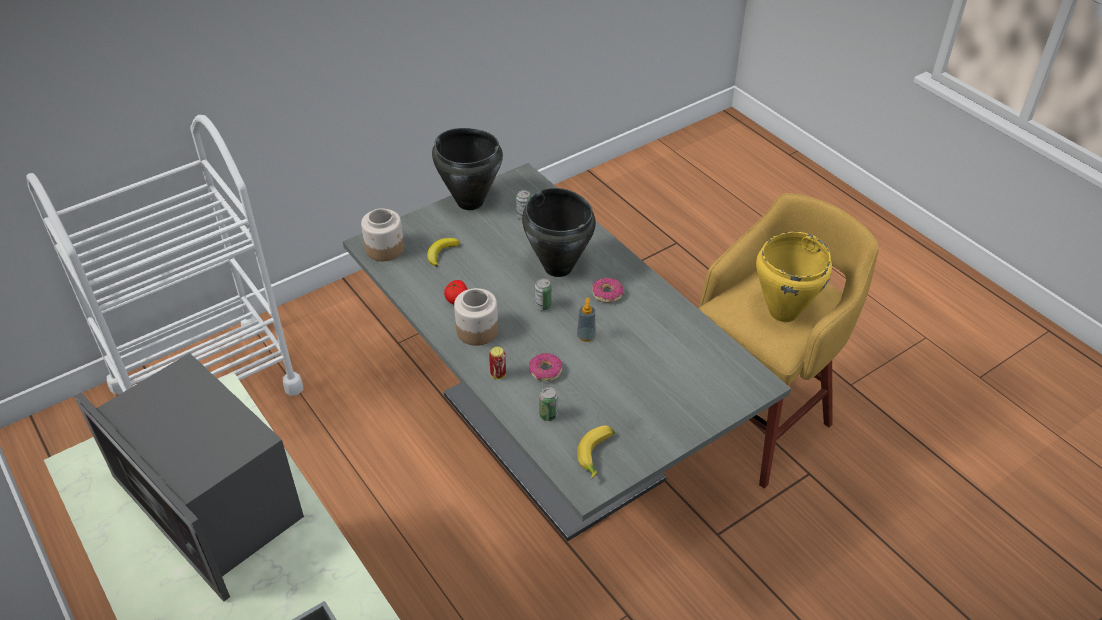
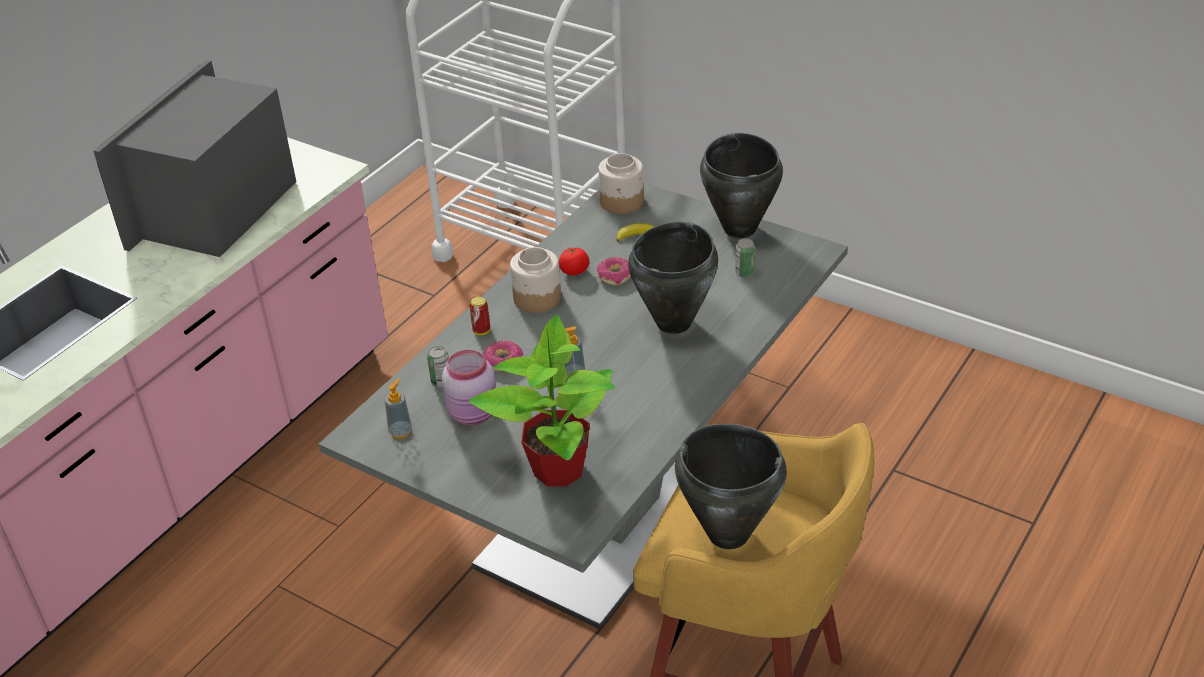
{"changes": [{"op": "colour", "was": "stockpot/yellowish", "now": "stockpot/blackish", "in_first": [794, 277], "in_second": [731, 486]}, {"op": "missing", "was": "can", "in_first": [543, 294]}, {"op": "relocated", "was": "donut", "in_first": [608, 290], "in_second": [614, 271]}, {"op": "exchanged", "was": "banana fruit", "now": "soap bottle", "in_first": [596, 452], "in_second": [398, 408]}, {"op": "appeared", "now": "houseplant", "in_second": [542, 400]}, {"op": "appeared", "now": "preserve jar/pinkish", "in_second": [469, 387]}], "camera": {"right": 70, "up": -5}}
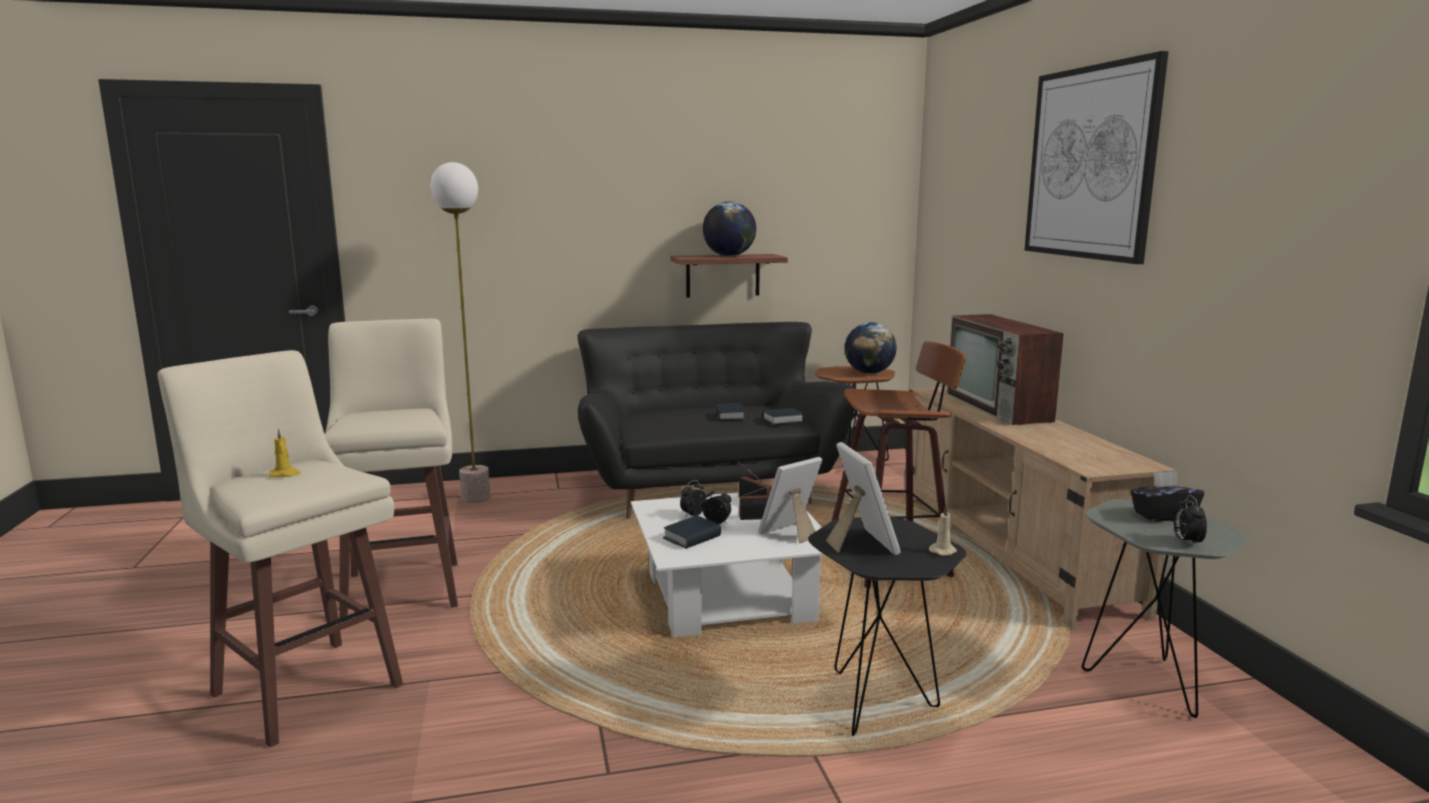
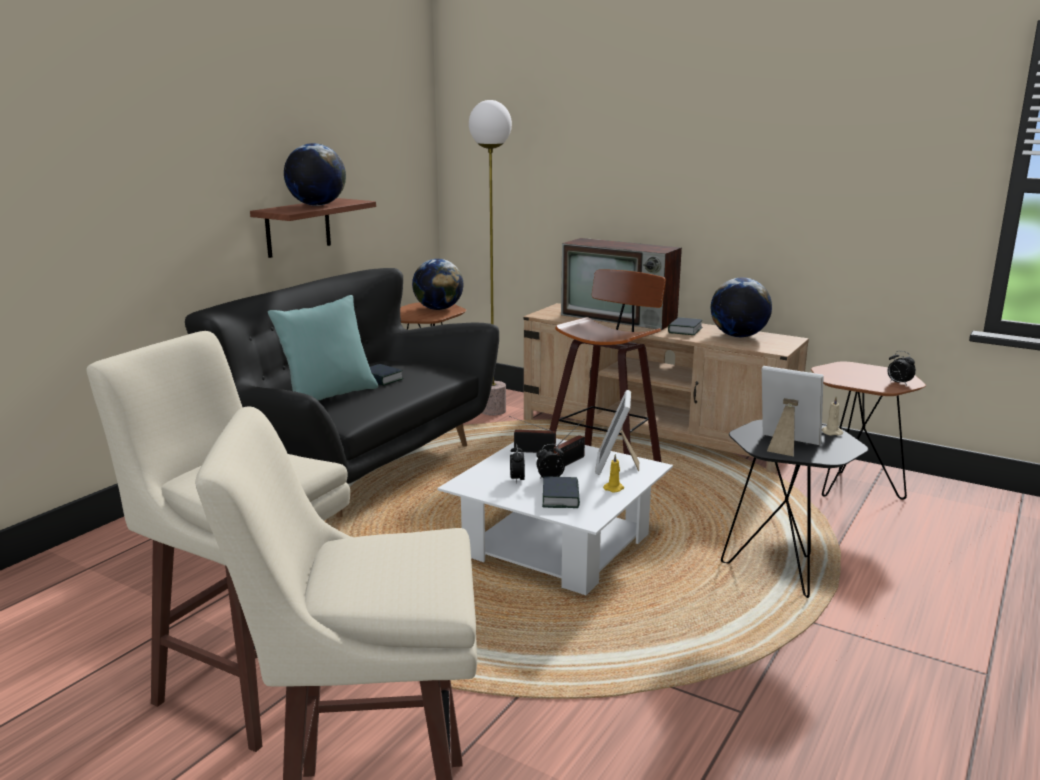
{"changes": [{"op": "missing", "was": "picture", "in_first": [1097, 157]}, {"op": "relocated", "was": "standing lamp", "in_first": [460, 332], "in_second": [490, 258]}, {"op": "relocated", "was": "bound book", "in_first": [783, 416], "in_second": [685, 326]}, {"op": "relocated", "was": "candle/yellowish", "in_first": [285, 452], "in_second": [613, 473]}, {"op": "missing", "was": "tissue holder/blackish", "in_first": [1167, 496]}, {"op": "colour", "was": "side table/greyish", "now": "side table/brownish", "in_first": [1165, 608], "in_second": [868, 431]}, {"op": "appeared", "now": "globe", "in_second": [741, 307]}, {"op": "appeared", "now": "throw pillow/turquoise", "in_second": [323, 347]}], "camera": {"right": -45, "up": 5}}
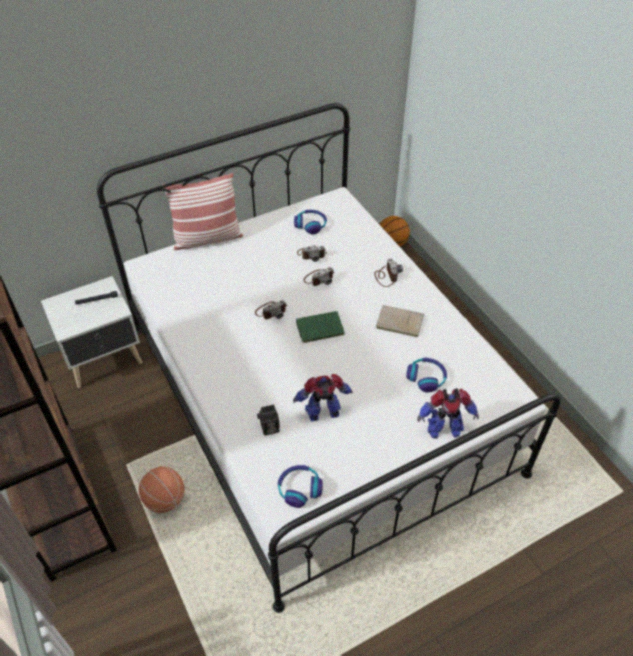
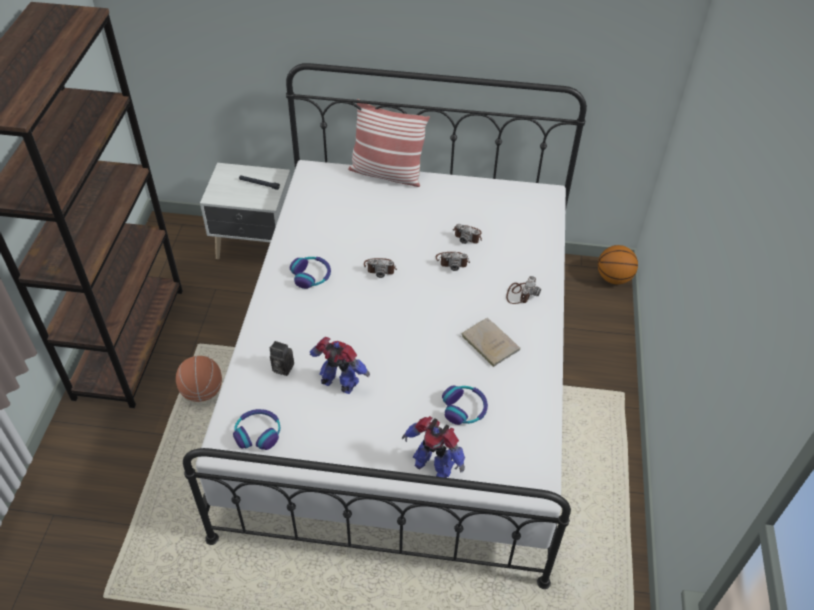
{"changes": [{"op": "relocated", "was": "headset", "in_first": [310, 222], "in_second": [310, 273]}, {"op": "missing", "was": "bound book/green-coloured", "in_first": [320, 327]}], "camera": {"right": 35, "up": 0}}
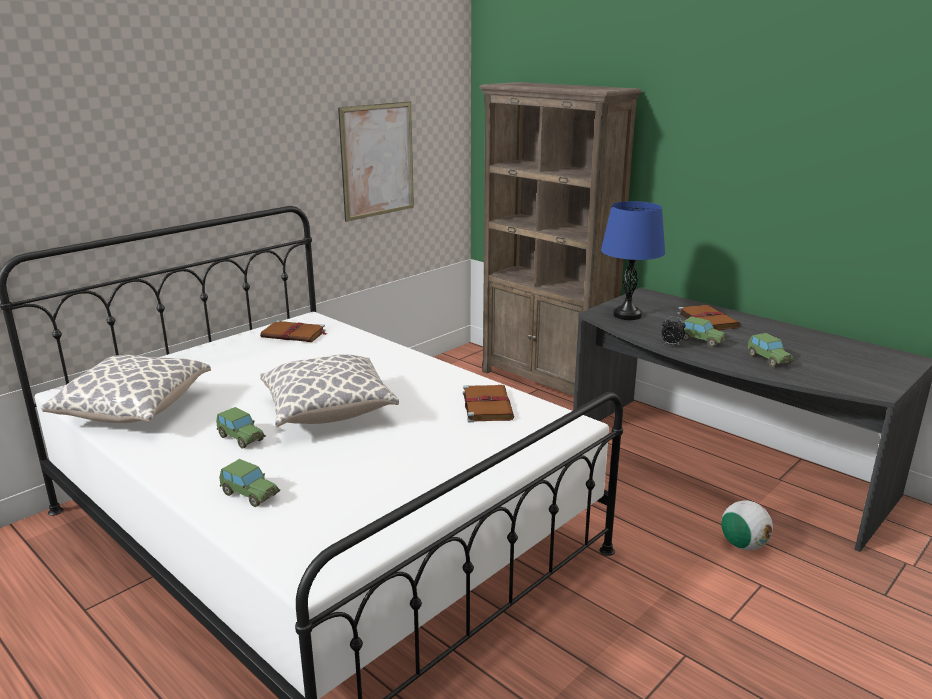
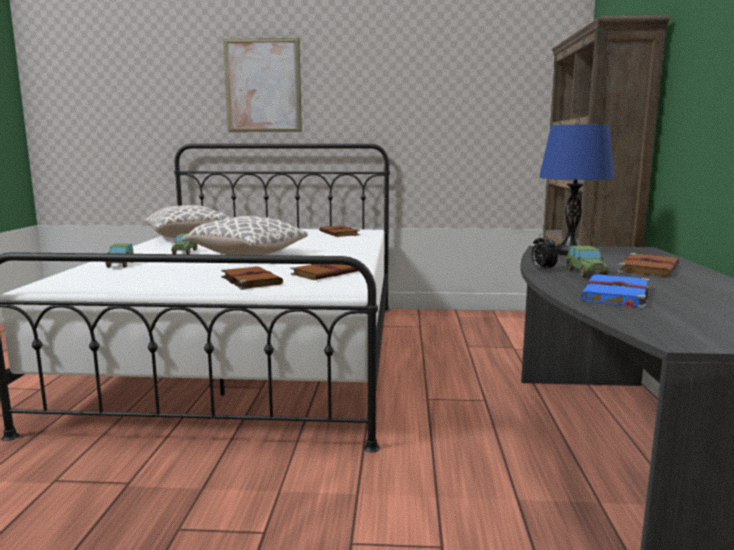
{"changes": [{"op": "relocated", "was": "picture", "in_first": [376, 162], "in_second": [262, 85]}, {"op": "exchanged", "was": "model car", "now": "bound book/blue-coloured", "in_first": [771, 350], "in_second": [614, 291]}, {"op": "missing", "was": "football ball", "in_first": [747, 525]}, {"op": "appeared", "now": "bound book/brownish", "in_second": [252, 278]}], "camera": {"right": 50, "up": -10}}
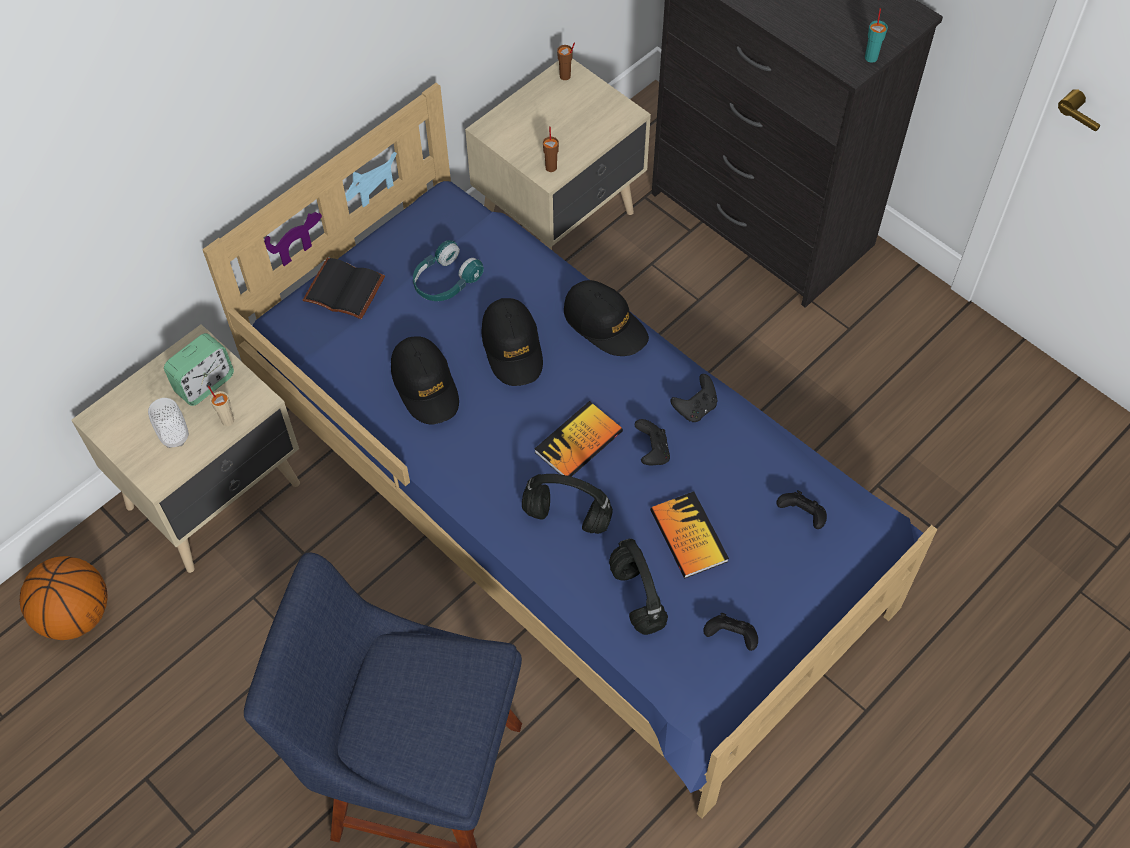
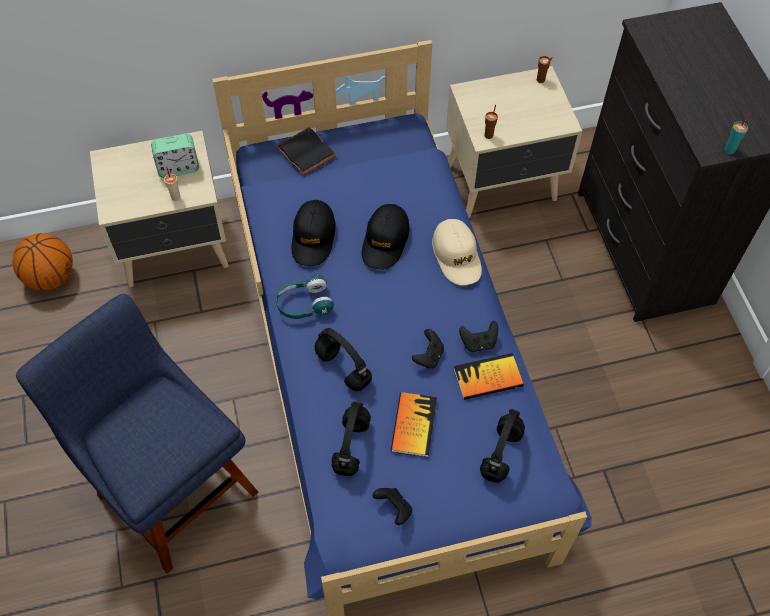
{"changes": [{"op": "relocated", "was": "headset/turquoise", "in_first": [448, 270], "in_second": [305, 297]}, {"op": "colour", "was": "cap/blackish", "now": "cap/beige-coloured", "in_first": [606, 318], "in_second": [457, 252]}, {"op": "missing", "was": "small cup", "in_first": [168, 423]}, {"op": "relocated", "was": "bound book", "in_first": [579, 439], "in_second": [489, 376]}, {"op": "exchanged", "was": "game controller/blackish", "now": "headset/blackish", "in_first": [801, 509], "in_second": [502, 446]}], "camera": {"right": 30, "up": 0}}
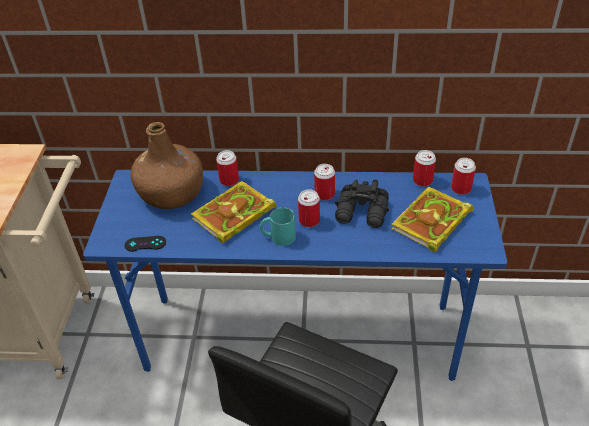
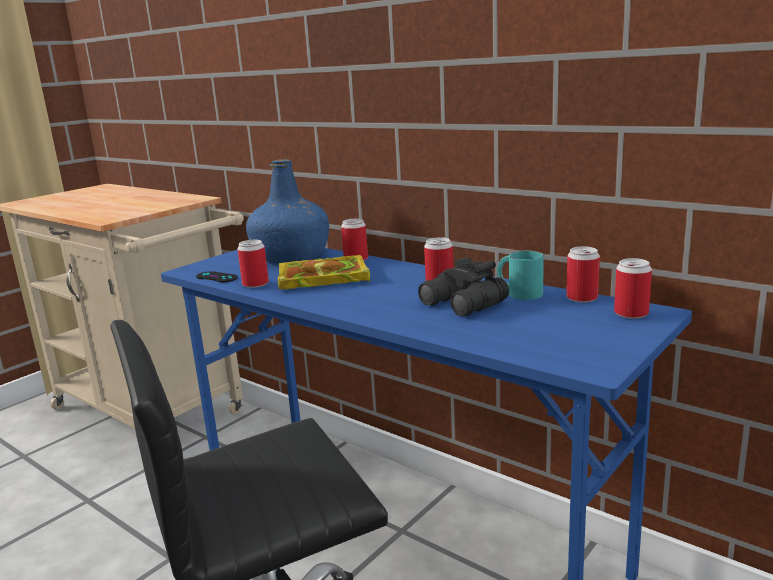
{"changes": [{"op": "colour", "was": "bottle/brownish", "now": "bottle/blue-coloured", "in_first": [166, 165], "in_second": [287, 211]}, {"op": "missing", "was": "bound book", "in_first": [432, 219]}, {"op": "relocated", "was": "can", "in_first": [309, 208], "in_second": [253, 264]}, {"op": "relocated", "was": "mug/turquoise", "in_first": [278, 226], "in_second": [520, 275]}], "camera": {"right": 35, "up": -25}}
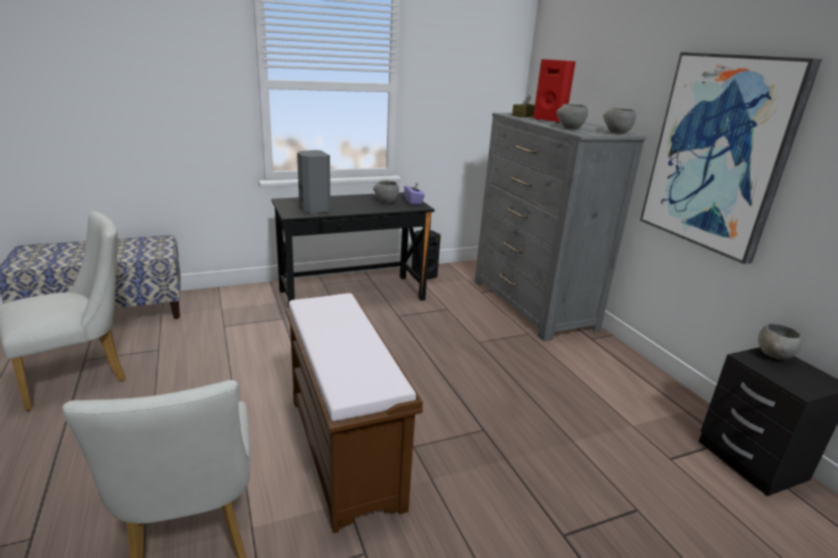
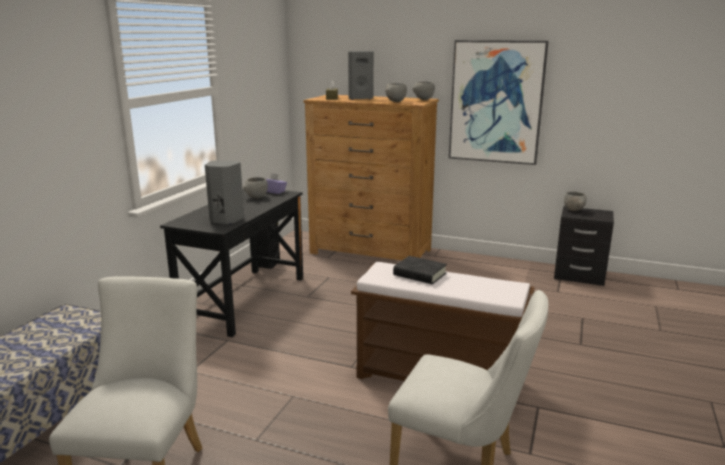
{"changes": [{"op": "colour", "was": "speaker/reddish", "now": "speaker/greyish", "in_first": [554, 91], "in_second": [361, 75]}, {"op": "colour", "was": "chest of drawers/greyish", "now": "chest of drawers/brownish", "in_first": [561, 227], "in_second": [371, 177]}, {"op": "appeared", "now": "bound book/blackish", "in_second": [420, 270]}], "camera": {"right": -45, "up": -5}}
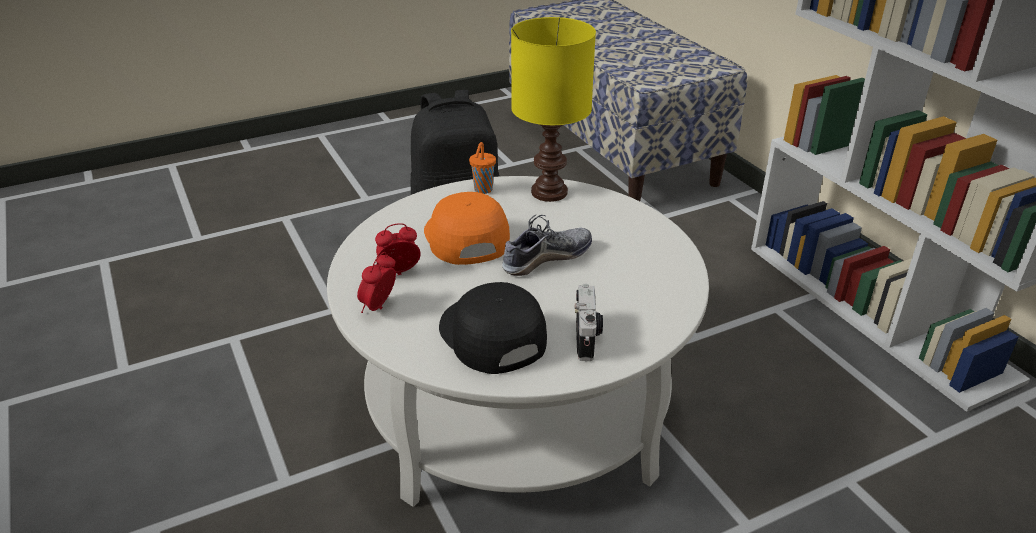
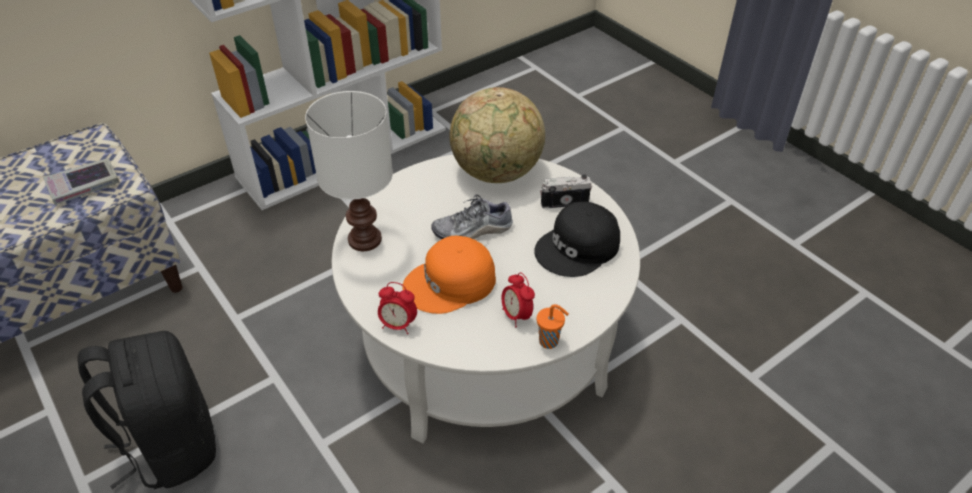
{"changes": [{"op": "colour", "was": "lamp for a table/yellowish", "now": "lamp for a table/white", "in_first": [553, 109], "in_second": [349, 171]}, {"op": "relocated", "was": "small cup/orange-coloured", "in_first": [482, 168], "in_second": [553, 326]}, {"op": "spun", "was": "item of footwear", "in_first": [547, 245], "in_second": [472, 217], "clockwise": -60}, {"op": "relocated", "was": "table clock", "in_first": [376, 282], "in_second": [397, 308]}, {"op": "appeared", "now": "globe", "in_second": [497, 135]}, {"op": "appeared", "now": "bound book", "in_second": [81, 181]}], "camera": {"right": -100, "up": 10}}
